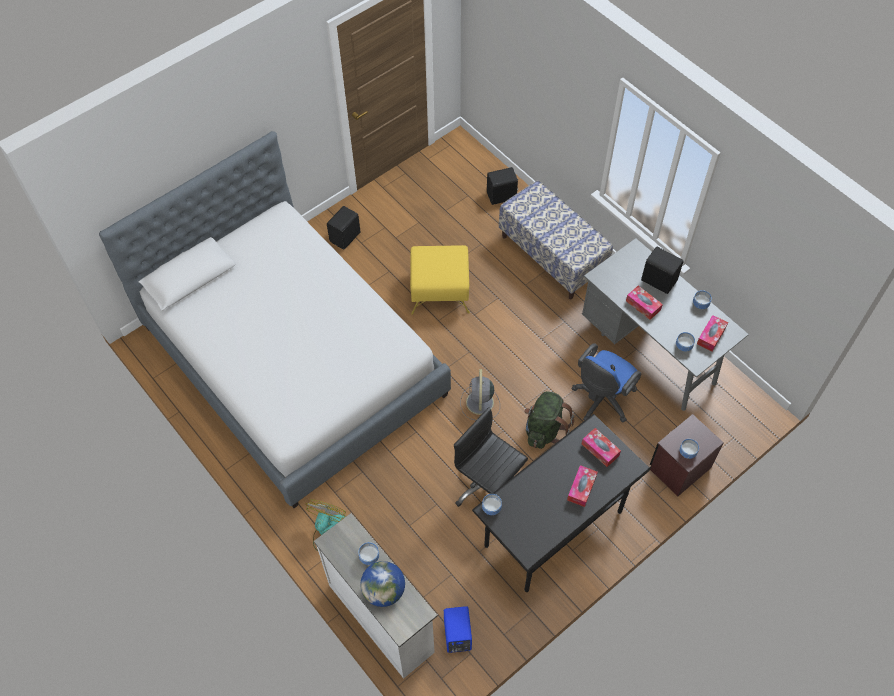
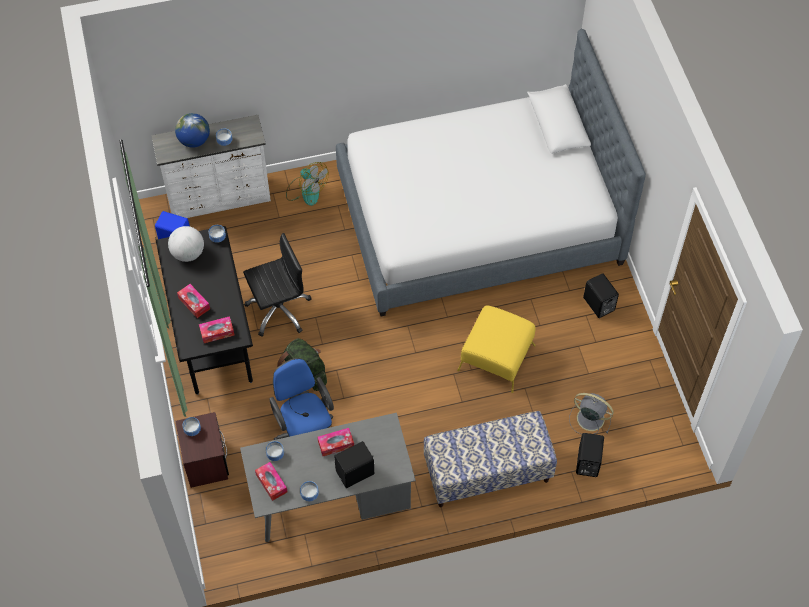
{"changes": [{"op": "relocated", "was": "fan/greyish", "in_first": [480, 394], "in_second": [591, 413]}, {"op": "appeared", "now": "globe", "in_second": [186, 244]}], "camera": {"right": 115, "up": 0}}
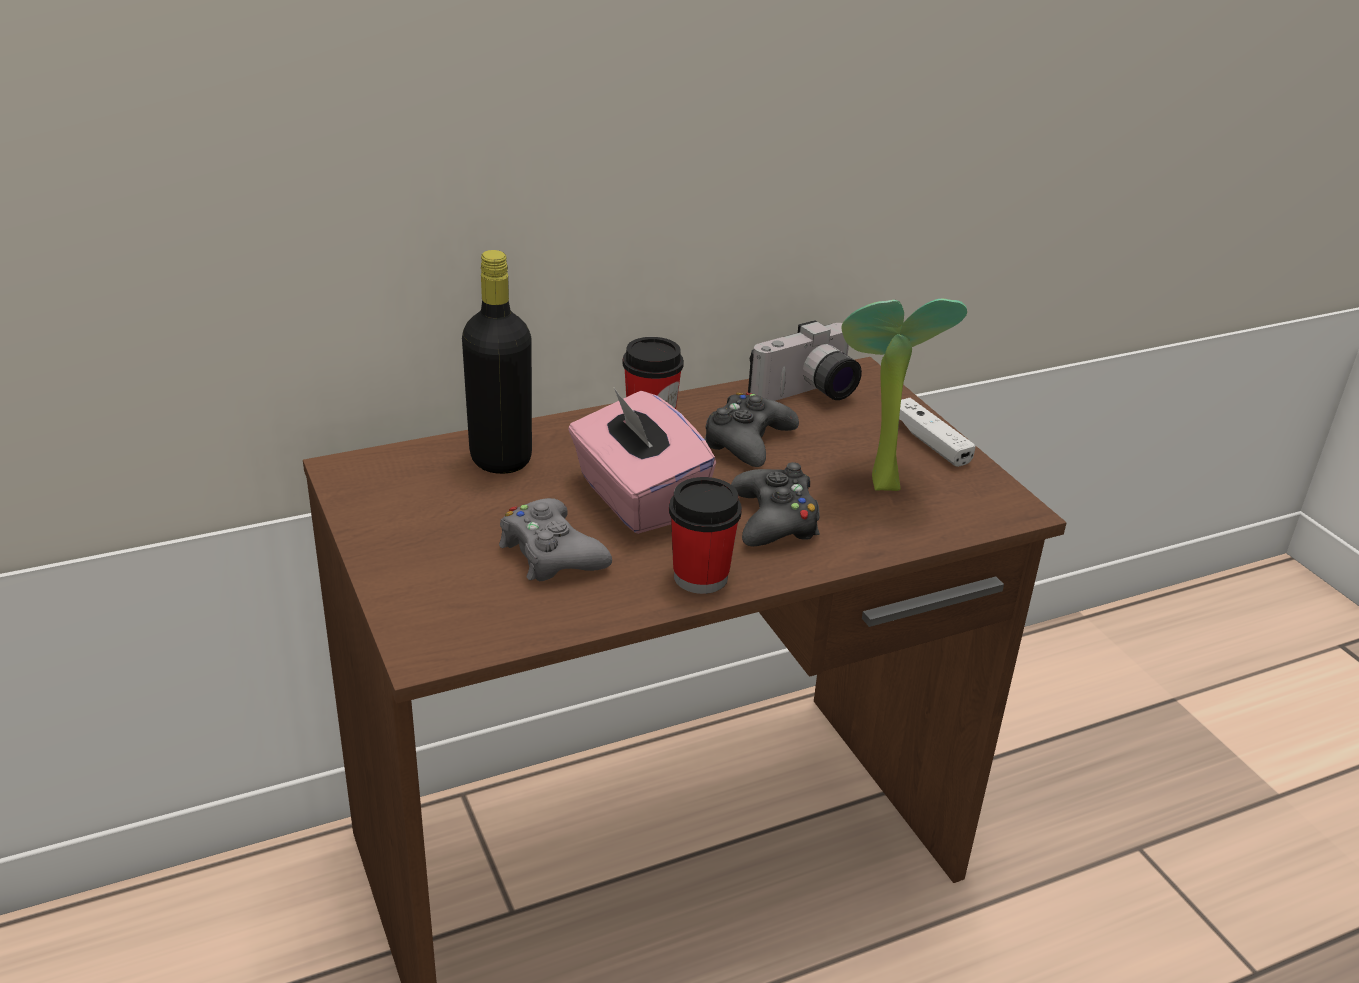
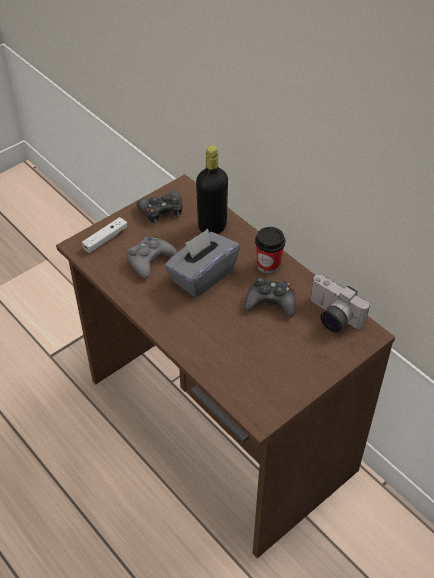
{"changes": [{"op": "missing", "was": "houseplant", "in_first": [904, 395]}, {"op": "colour", "was": "tissue holder/pinkish", "now": "tissue holder/greyish", "in_first": [642, 461], "in_second": [202, 263]}, {"op": "relocated", "was": "game controller/white", "in_first": [937, 432], "in_second": [105, 235]}, {"op": "relocated", "was": "game controller/blackish", "in_first": [775, 504], "in_second": [159, 207]}, {"op": "missing", "was": "small cup", "in_first": [705, 535]}], "camera": {"right": 75, "up": 15}}
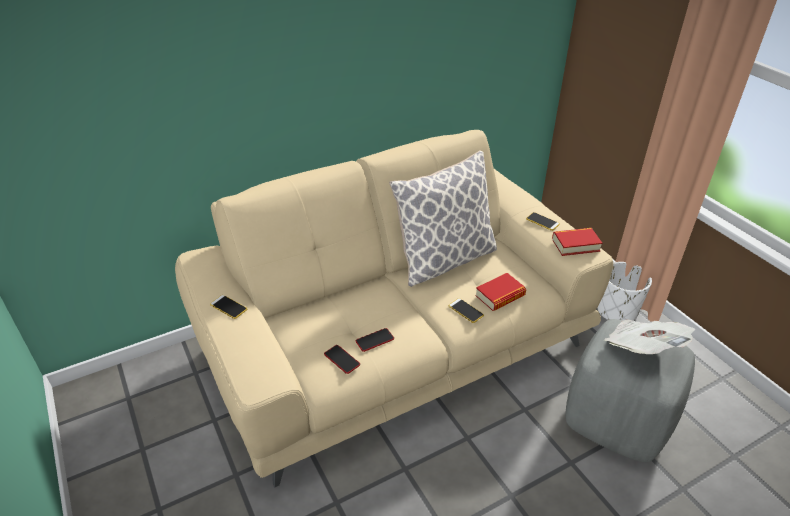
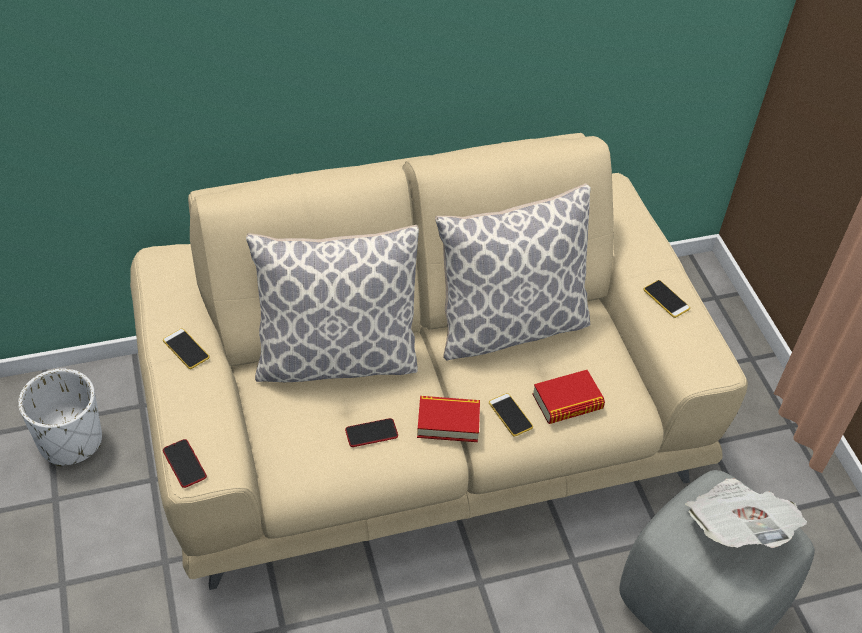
{"changes": [{"op": "relocated", "was": "bound book", "in_first": [577, 242], "in_second": [448, 419]}, {"op": "relocated", "was": "plant pot/white", "in_first": [624, 291], "in_second": [60, 417]}, {"op": "relocated", "was": "handset", "in_first": [342, 359], "in_second": [185, 463]}, {"op": "appeared", "now": "throw pillow", "in_second": [332, 303]}], "camera": {"right": 10, "up": 10}}
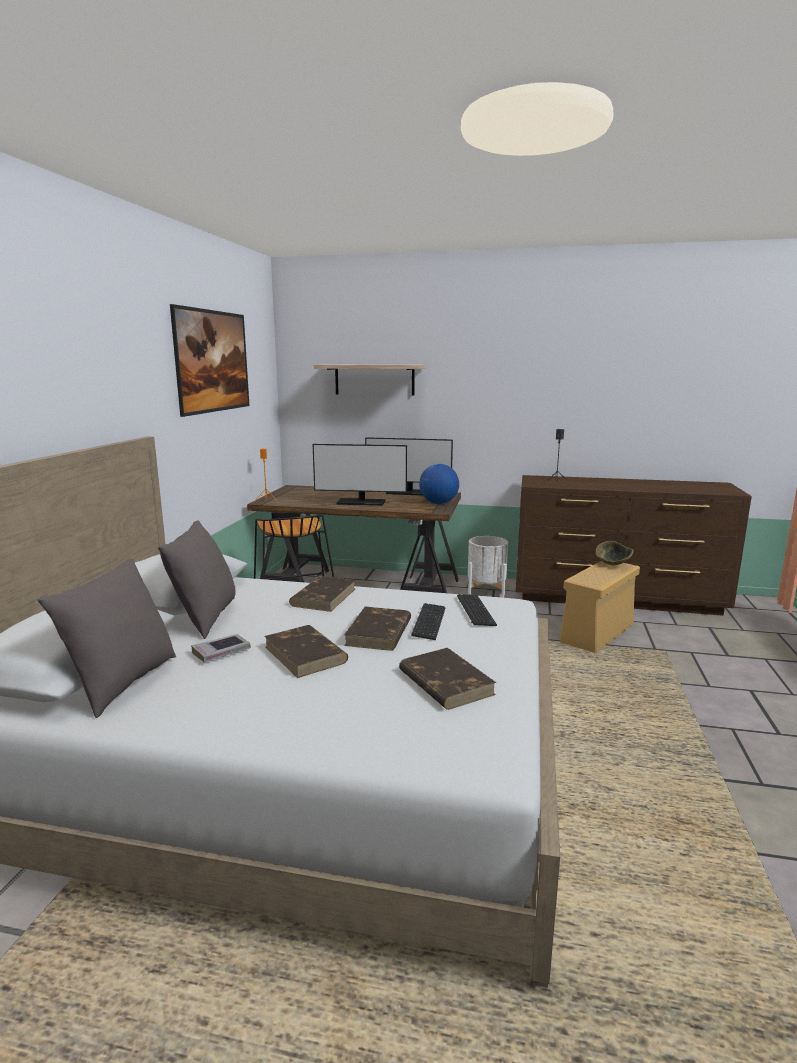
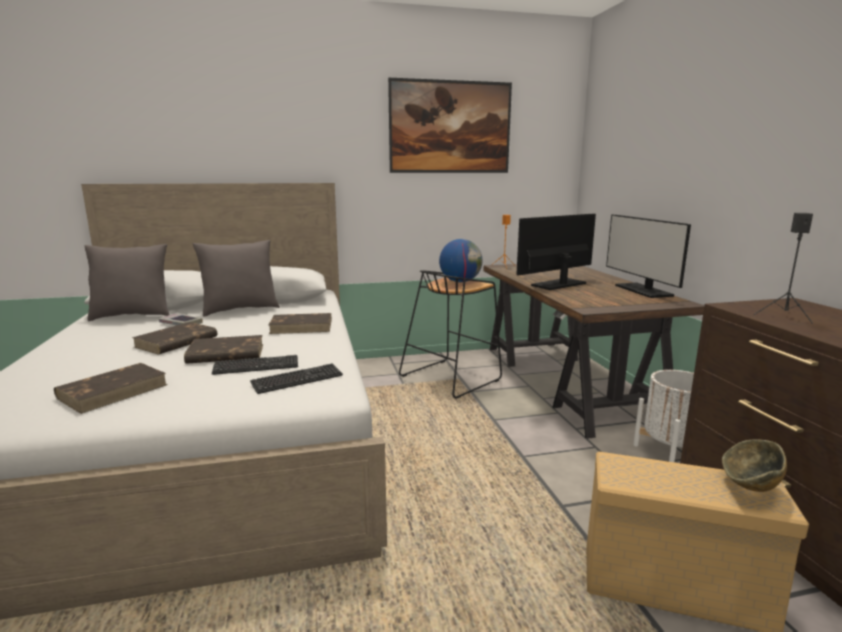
{"changes": [{"op": "missing", "was": "wall shelf", "in_first": [370, 379]}, {"op": "spun", "was": "computer screen", "in_first": [360, 475], "in_second": [556, 252], "clockwise": 75}, {"op": "relocated", "was": "globe", "in_first": [439, 484], "in_second": [460, 260]}], "camera": {"right": 65, "up": 0}}
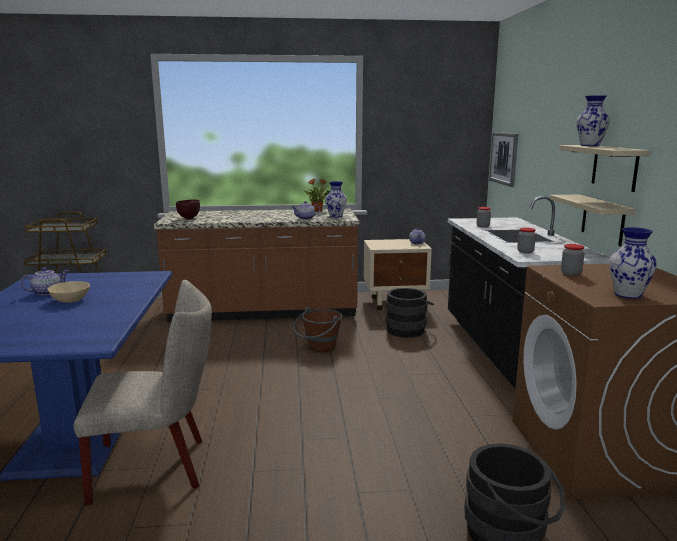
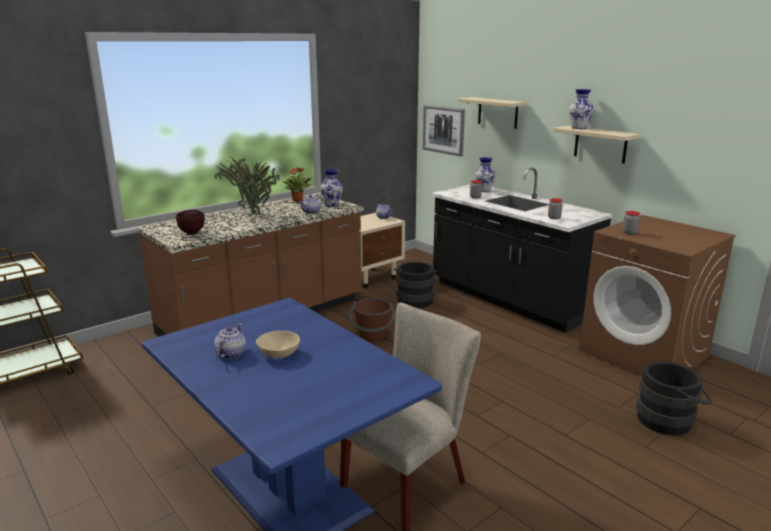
{"changes": [{"op": "relocated", "was": "wall shelf/beige-coloured", "in_first": [593, 220], "in_second": [492, 113]}, {"op": "relocated", "was": "flower vase", "in_first": [633, 263], "in_second": [485, 174]}, {"op": "appeared", "now": "houseplant", "in_second": [247, 185]}], "camera": {"right": -35, "up": 5}}
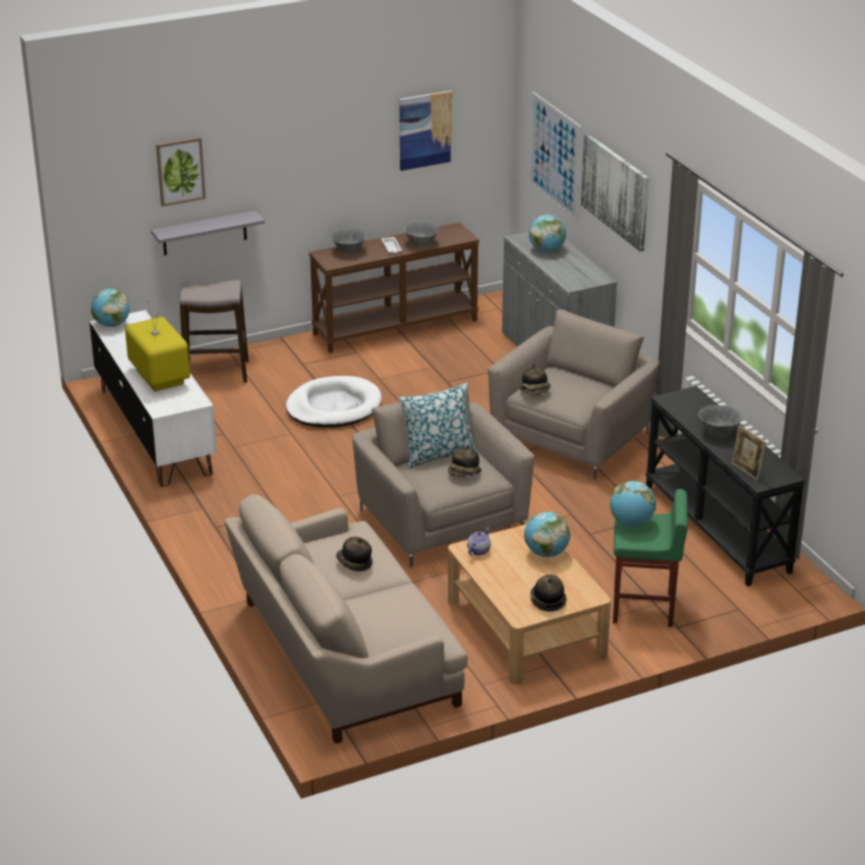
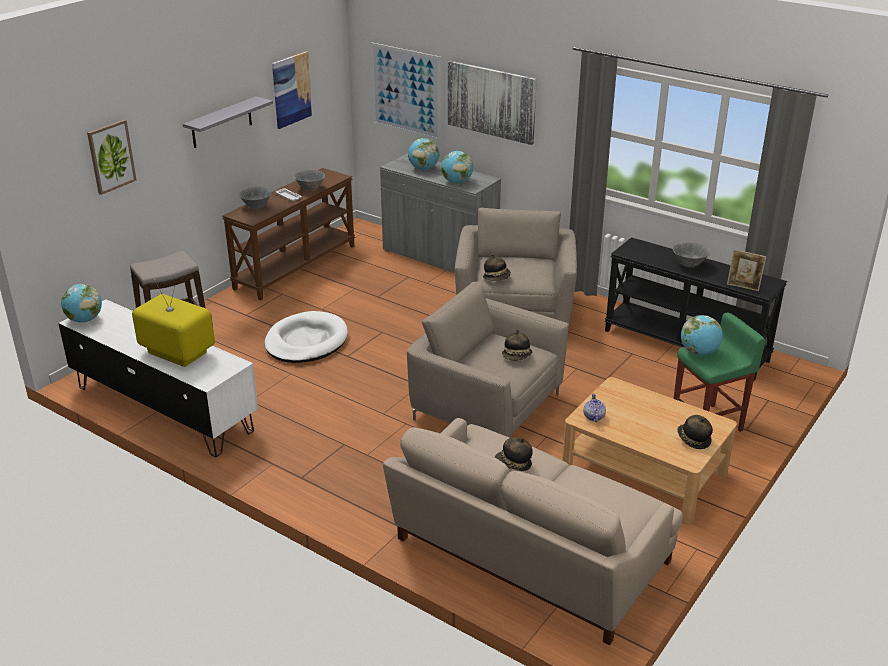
{"changes": [{"op": "relocated", "was": "wall shelf/greyish", "in_first": [208, 233], "in_second": [228, 122]}, {"op": "missing", "was": "throw pillow", "in_first": [437, 425]}, {"op": "relocated", "was": "globe", "in_first": [547, 534], "in_second": [457, 167]}], "camera": {"right": -30, "up": 0}}
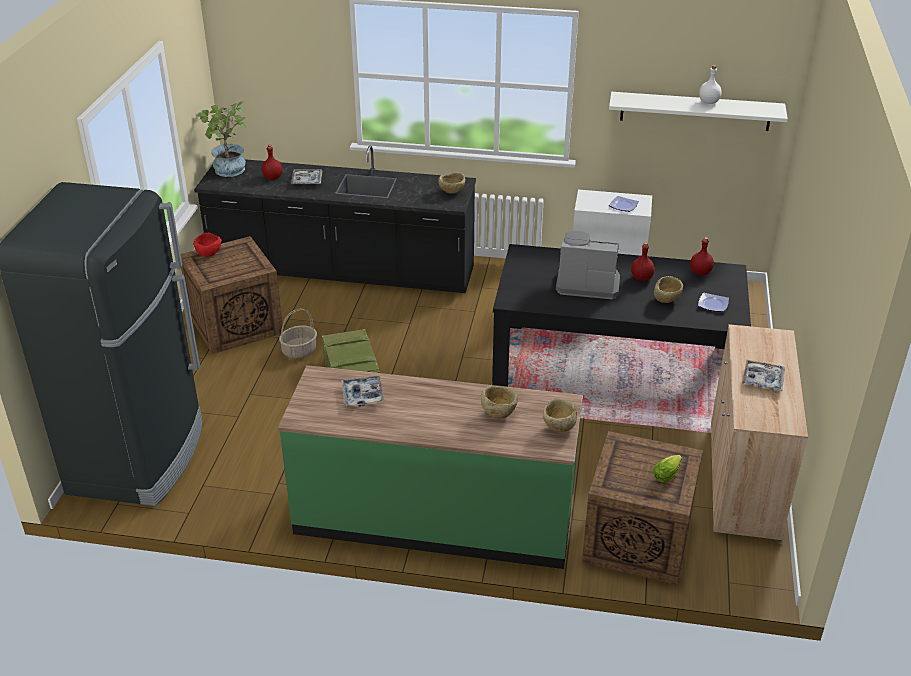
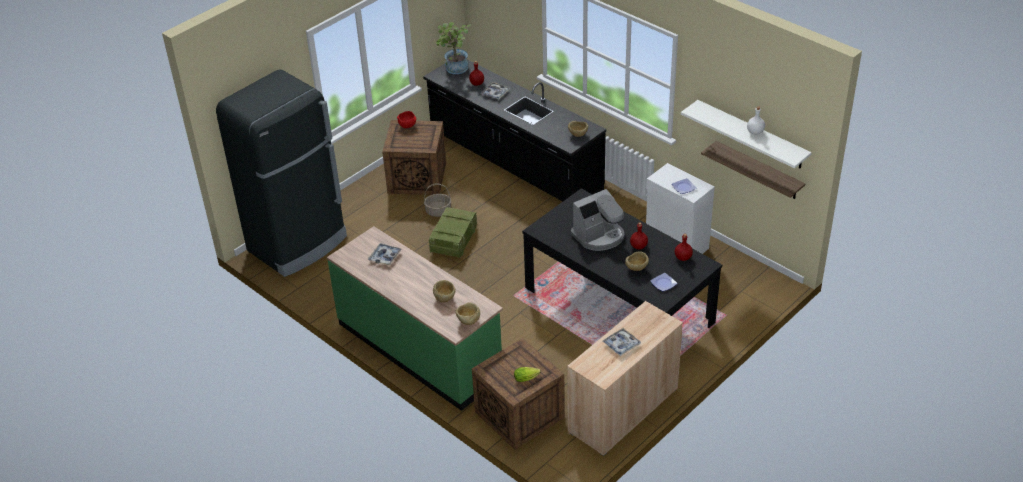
{"changes": [{"op": "spun", "was": "coffee brewer", "in_first": [588, 265], "in_second": [598, 220], "clockwise": 105}, {"op": "appeared", "now": "wall shelf", "in_second": [753, 170]}], "camera": {"right": 35, "up": 5}}
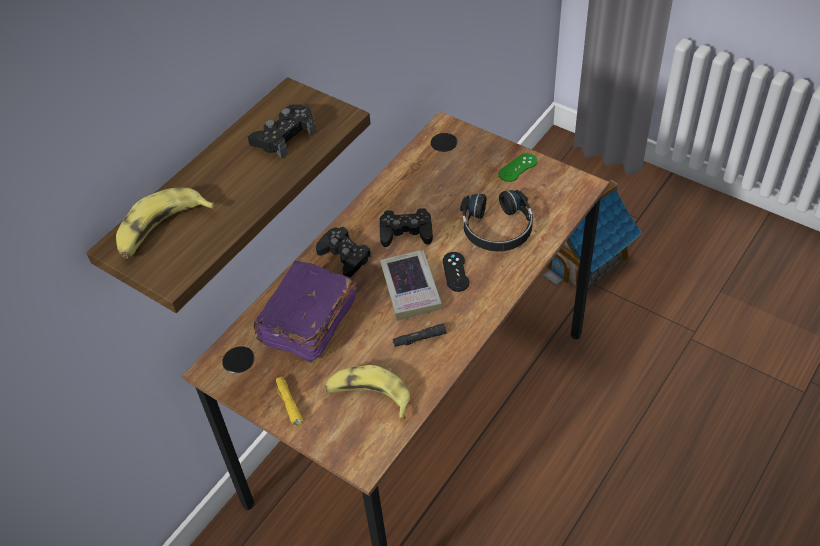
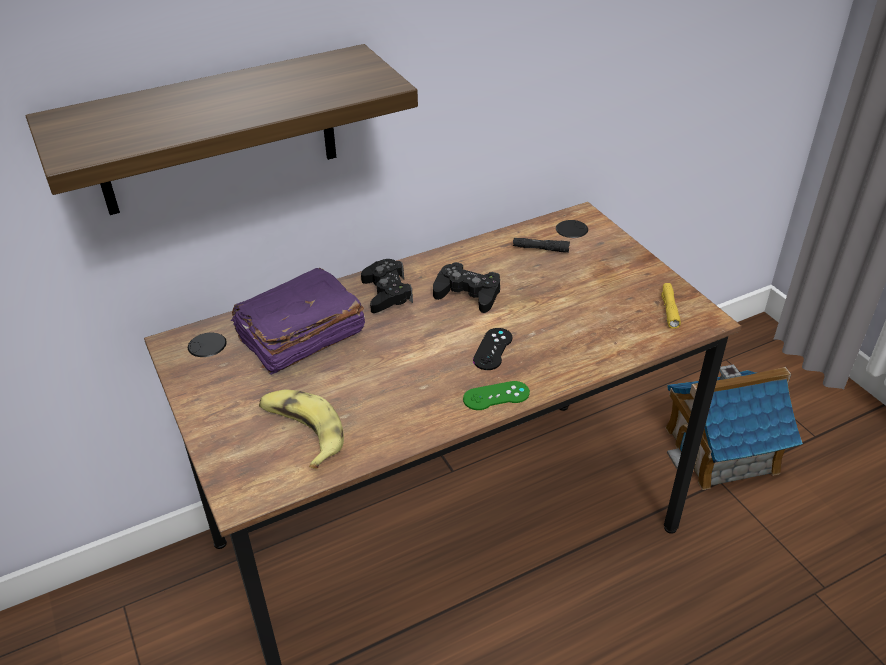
{"changes": [{"op": "missing", "was": "game controller/blackish", "in_first": [282, 131]}, {"op": "relocated", "was": "game controller/green-coloured", "in_first": [517, 167], "in_second": [496, 395]}, {"op": "missing", "was": "banana fruit", "in_first": [165, 223]}, {"op": "missing", "was": "headset/blackish", "in_first": [497, 220]}, {"op": "missing", "was": "bound book", "in_first": [411, 285]}, {"op": "relocated", "was": "flashlight/blackish", "in_first": [420, 335], "in_second": [541, 245]}, {"op": "relocated", "was": "flashlight/yellowish", "in_first": [289, 401], "in_second": [671, 306]}], "camera": {"right": 25, "up": -10}}
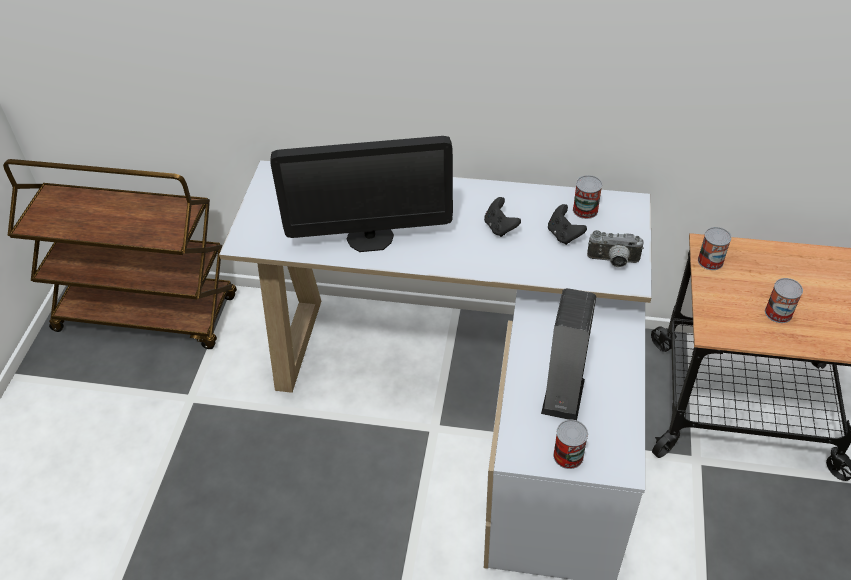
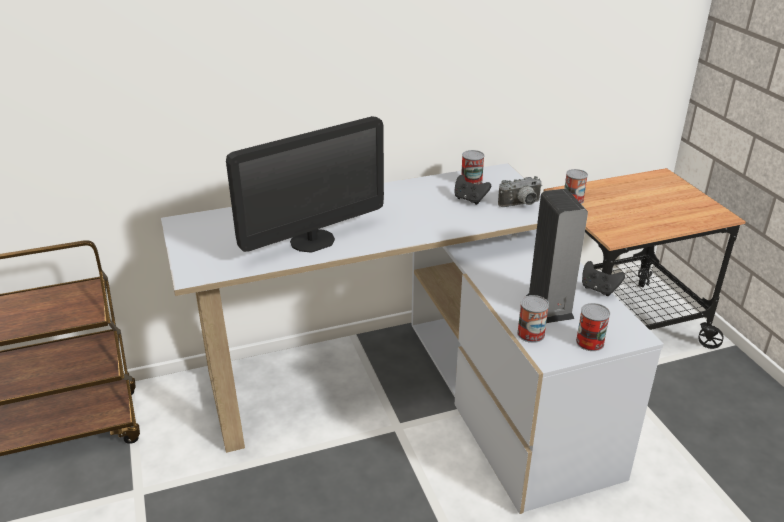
{"changes": [{"op": "relocated", "was": "game controller/blackish", "in_first": [502, 217], "in_second": [603, 278]}, {"op": "relocated", "was": "can", "in_first": [784, 300], "in_second": [533, 319]}], "camera": {"right": -30, "up": -15}}
